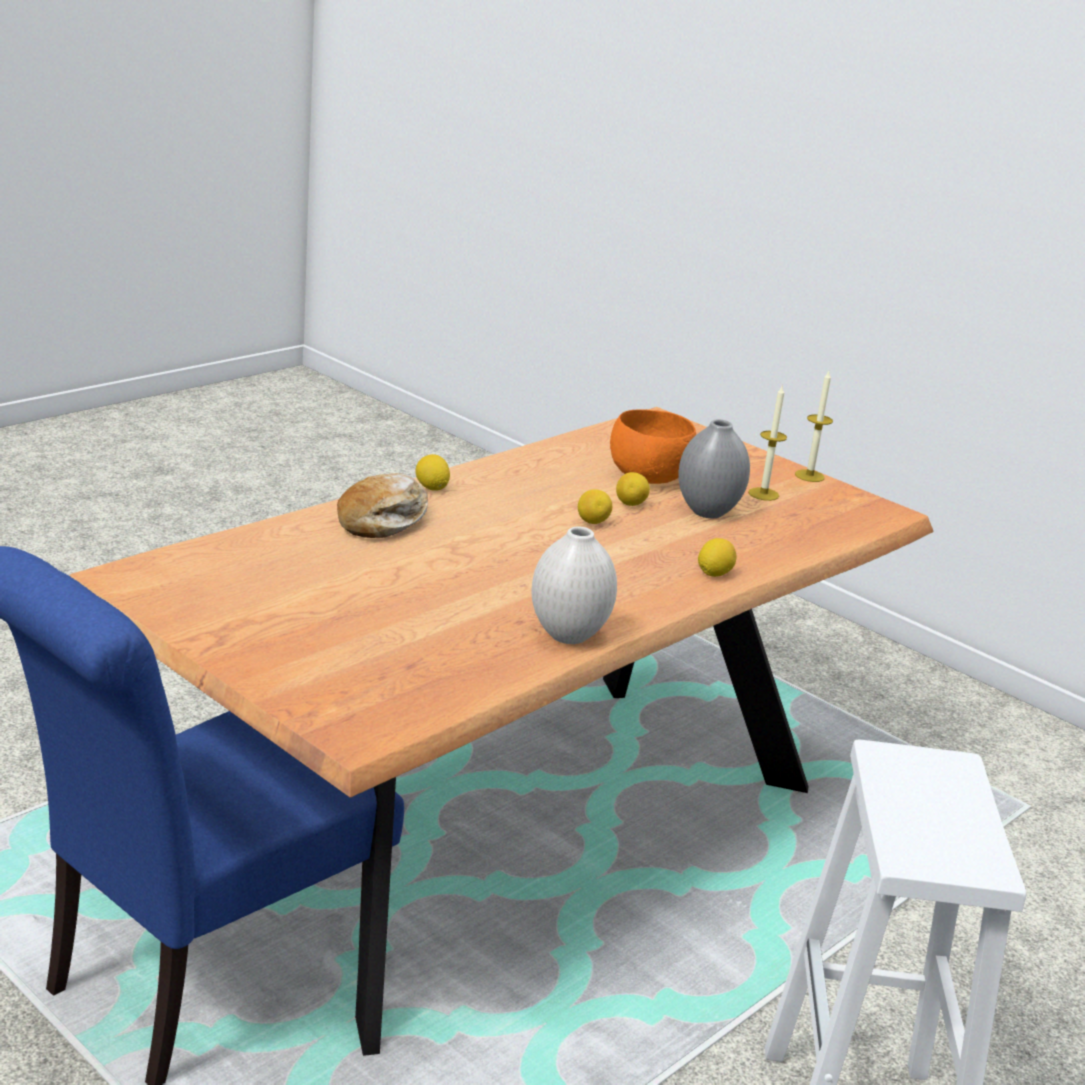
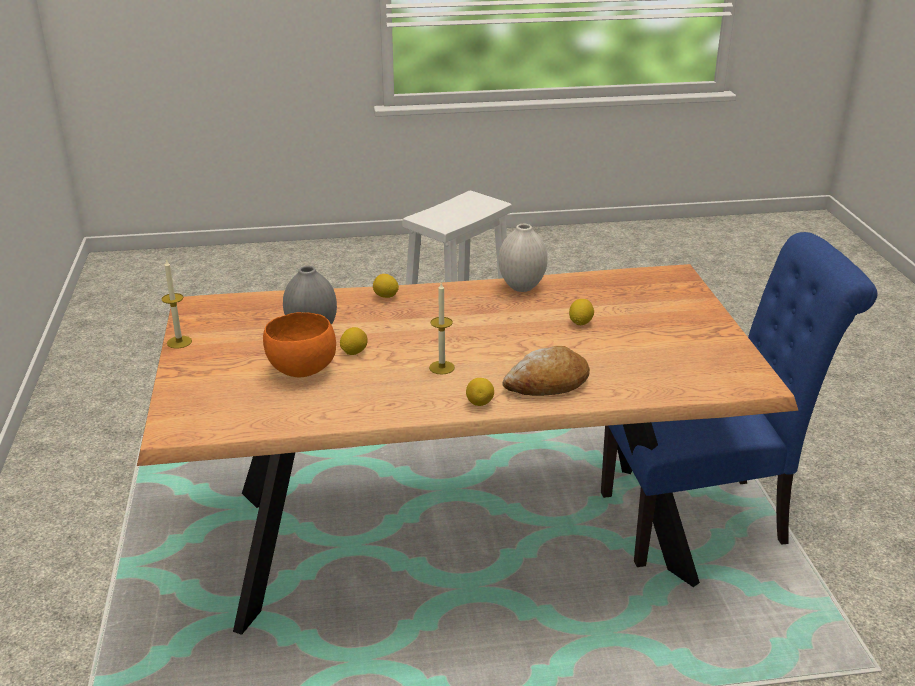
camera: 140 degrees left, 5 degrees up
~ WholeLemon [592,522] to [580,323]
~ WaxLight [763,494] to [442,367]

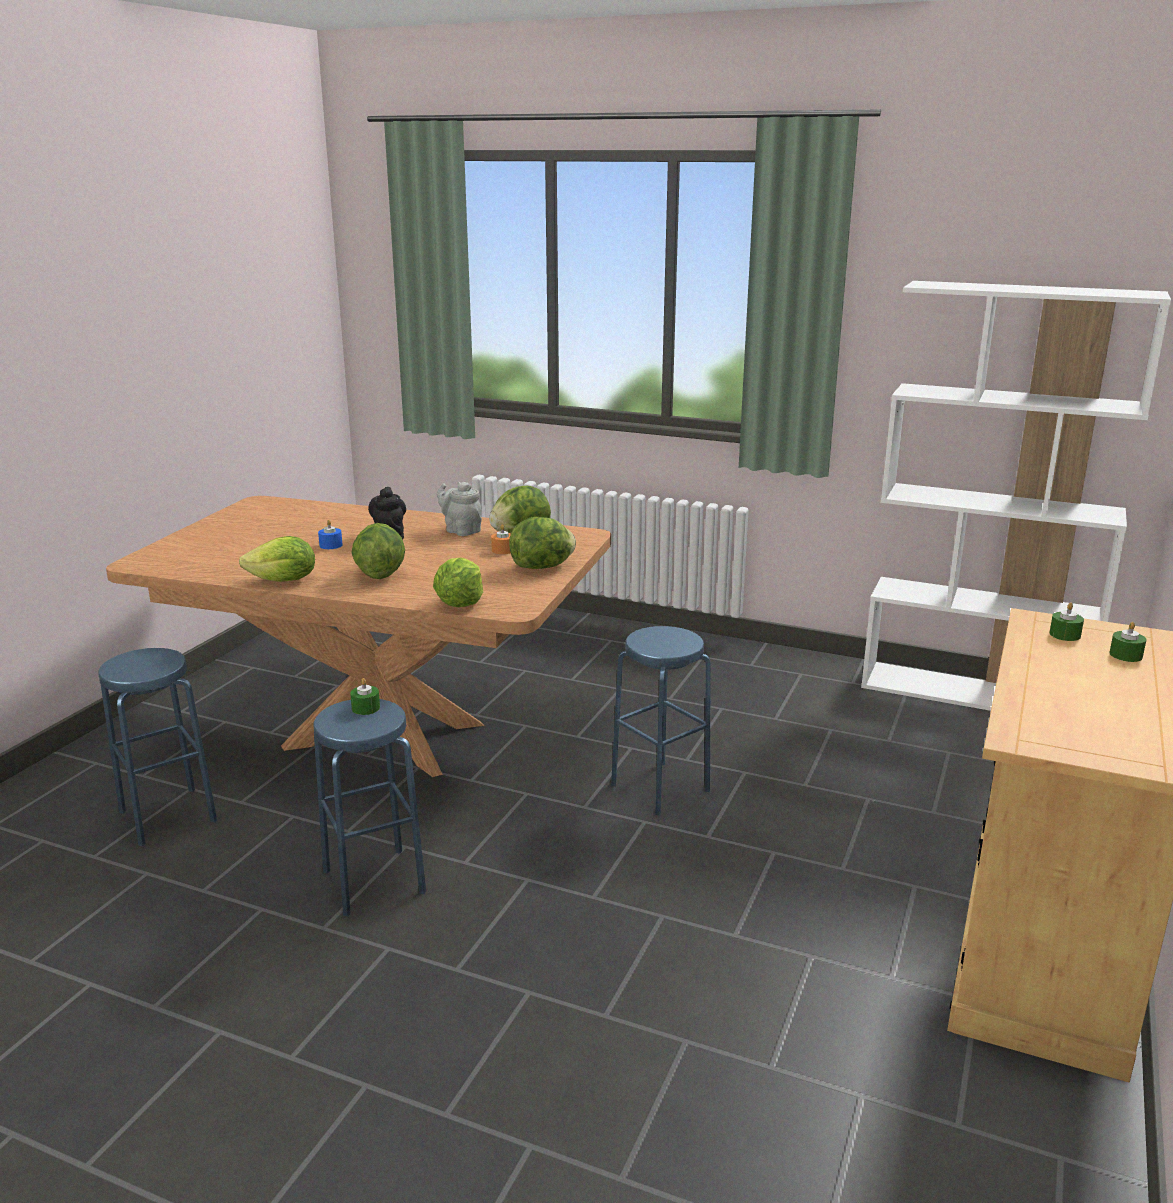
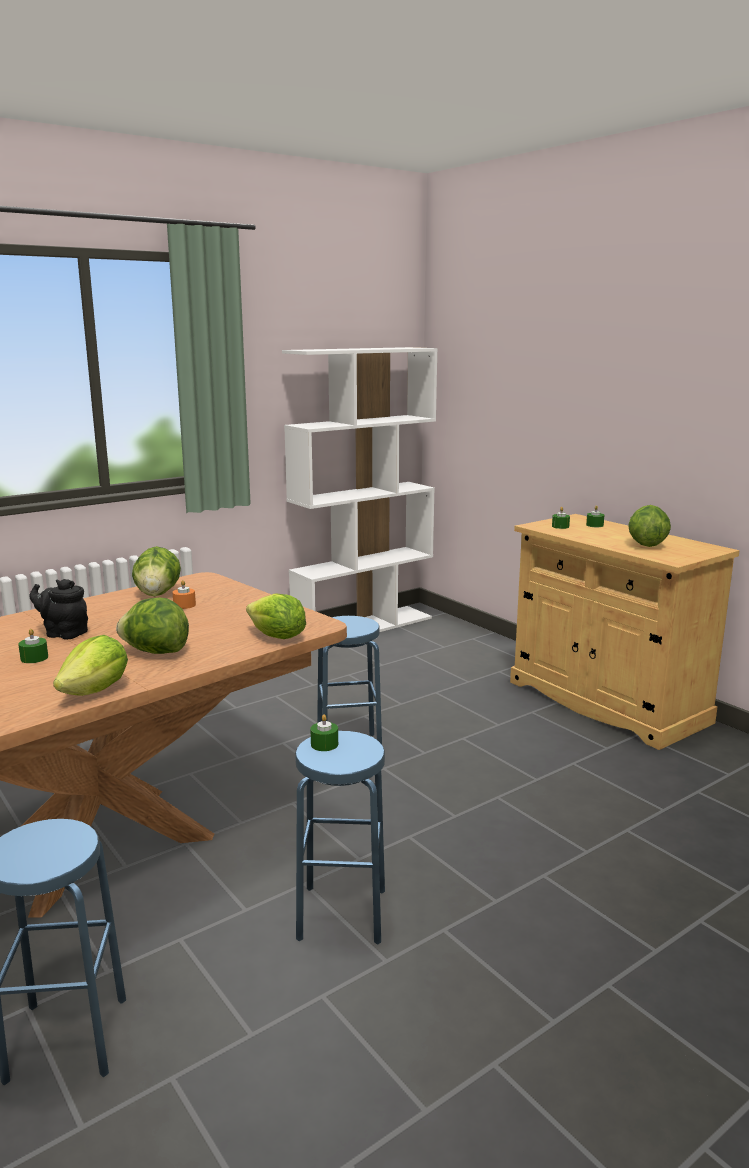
camera: 60 degrees left, 5 degrees down
~ BluishWaxLight [331,545] to GreenWaxLight [34,658]
- GreyTeapot [461,530]
~ LettuceHead [543,567] to [646,545]

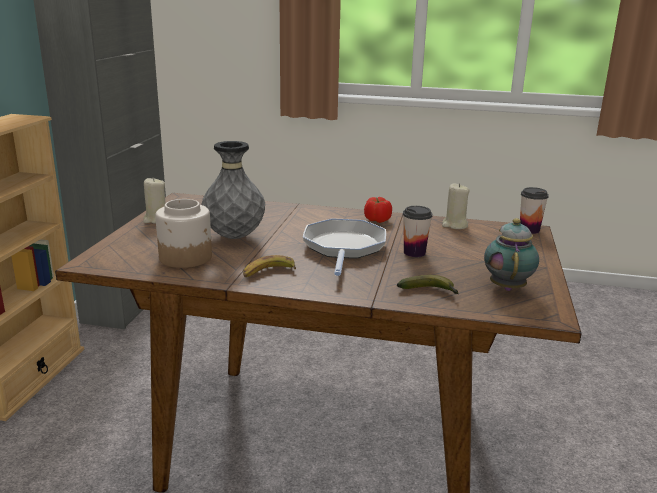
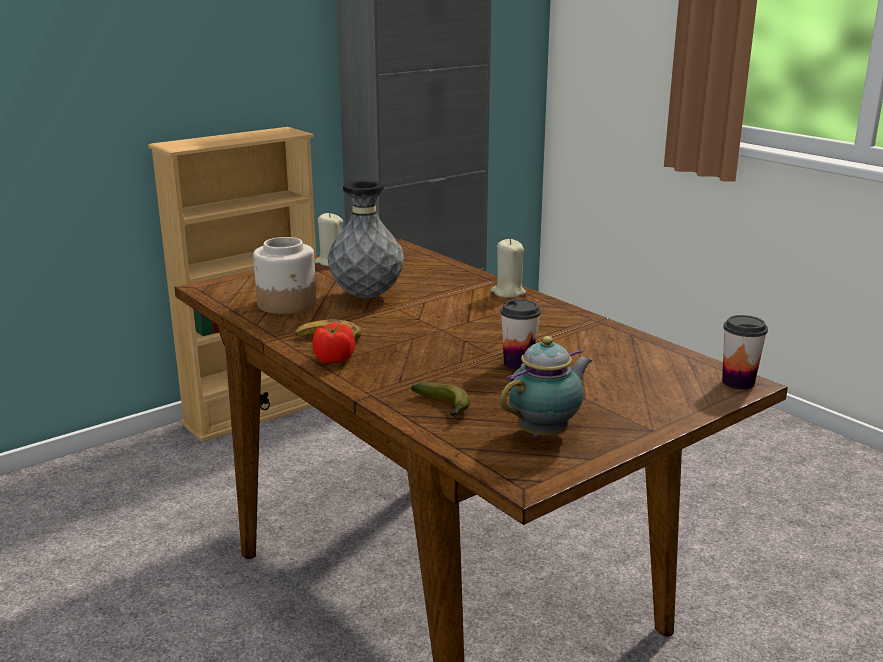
camera: 40 degrees right, 0 degrees up
- FryingPan [344,248]
~ FreshTomato [377,220] to [334,359]
~ BeigeWaxLight [454,225] to [508,292]

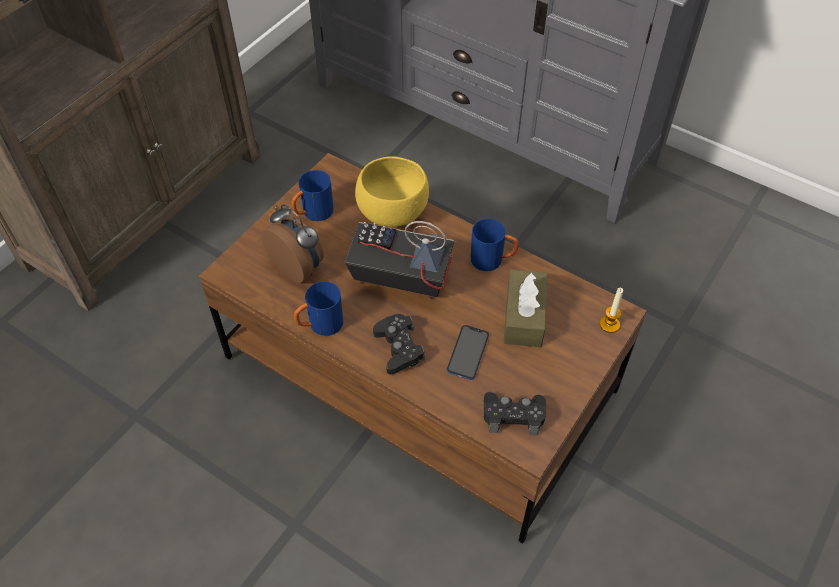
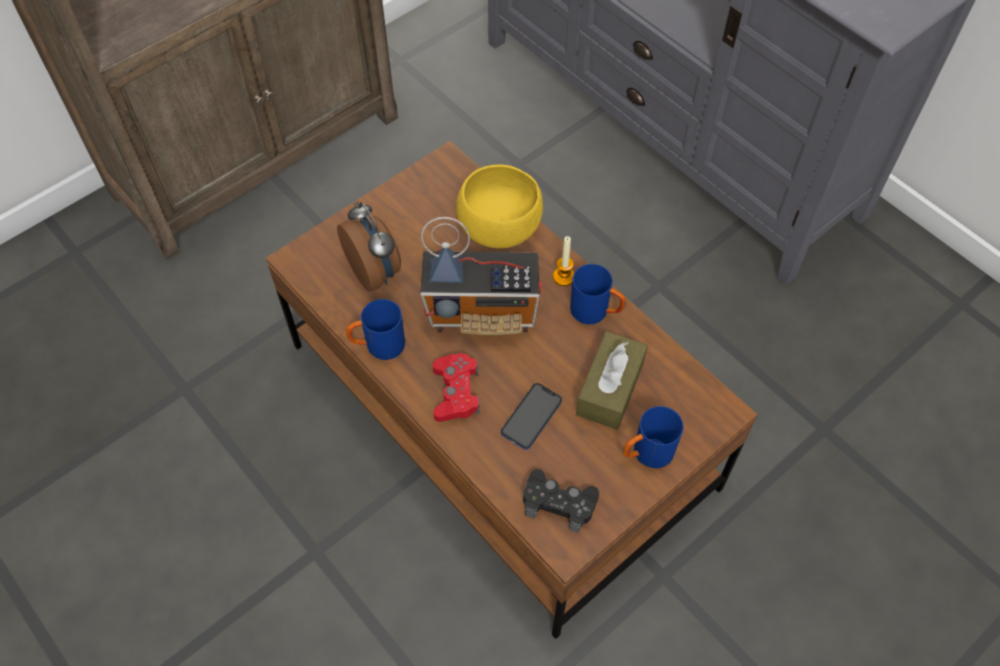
camera: 15 degrees right, 5 degrees up
~ BluishTeaMug [313,214] to [646,454]
~ RadioSet [400,279] = [483,311] 150 degrees clockwise
~ BlackishJoypad [398,348] to ReddishJoypad [456,392]
~ WaxLight [609,324] to [564,277]

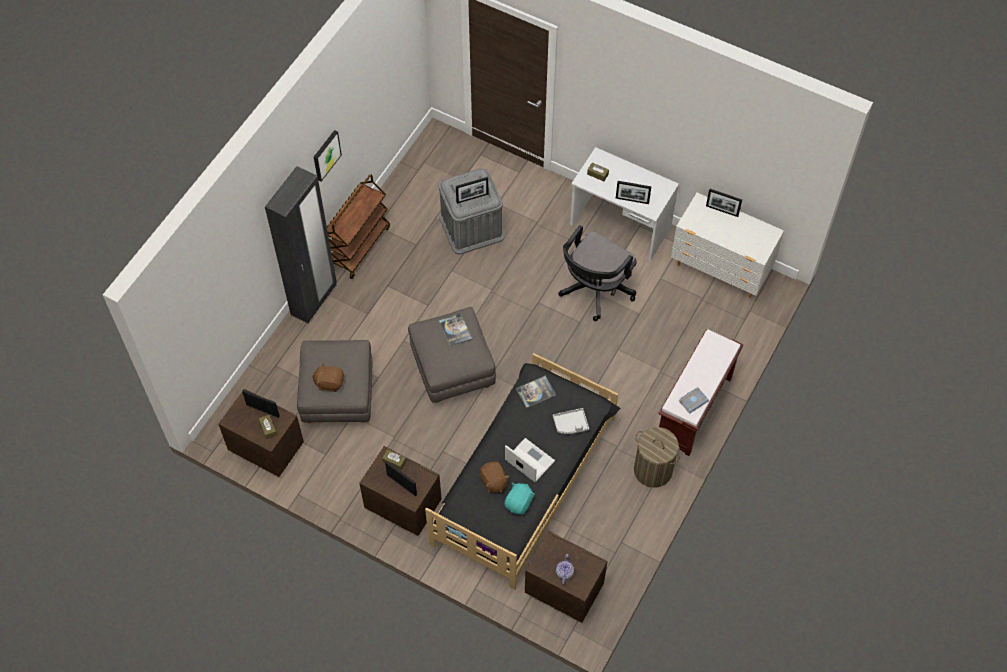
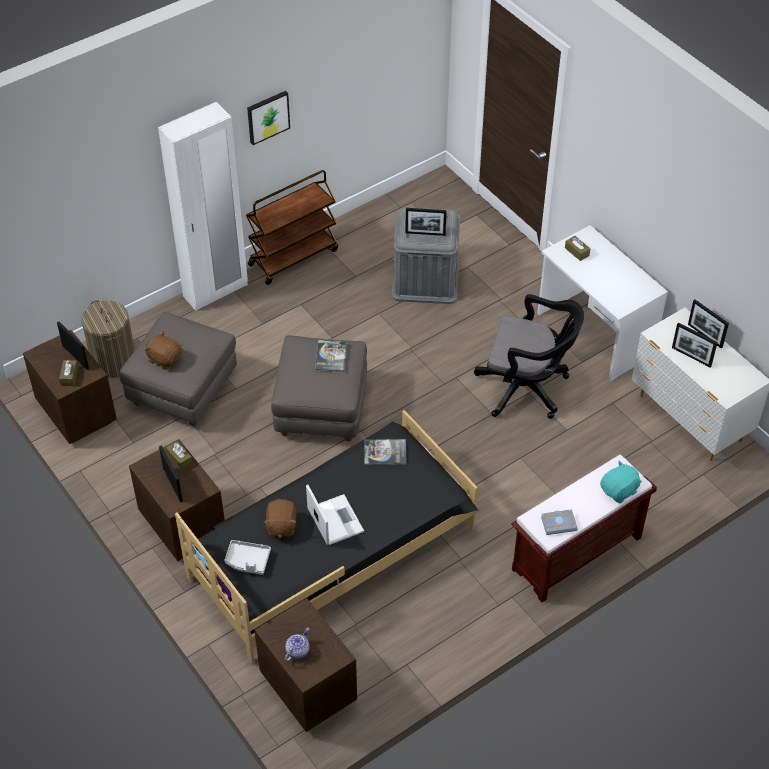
camera: 25 degrees right, 10 degrees down
~ BlackishClothesCupboard [314,300] to WhiteClothesCupboard [216,291]
~ TurquoiseColouredPlushToy [519,503] to [619,491]
~ GreyCarryingTray [571,424] to [247,561]
~ BlackishOfficeChair [594,291] = [527,388] 135 degrees counterclockwise
~ StandingFrame [632,200] to [691,357]
~ LaundryBasket [653,470] to [113,361]

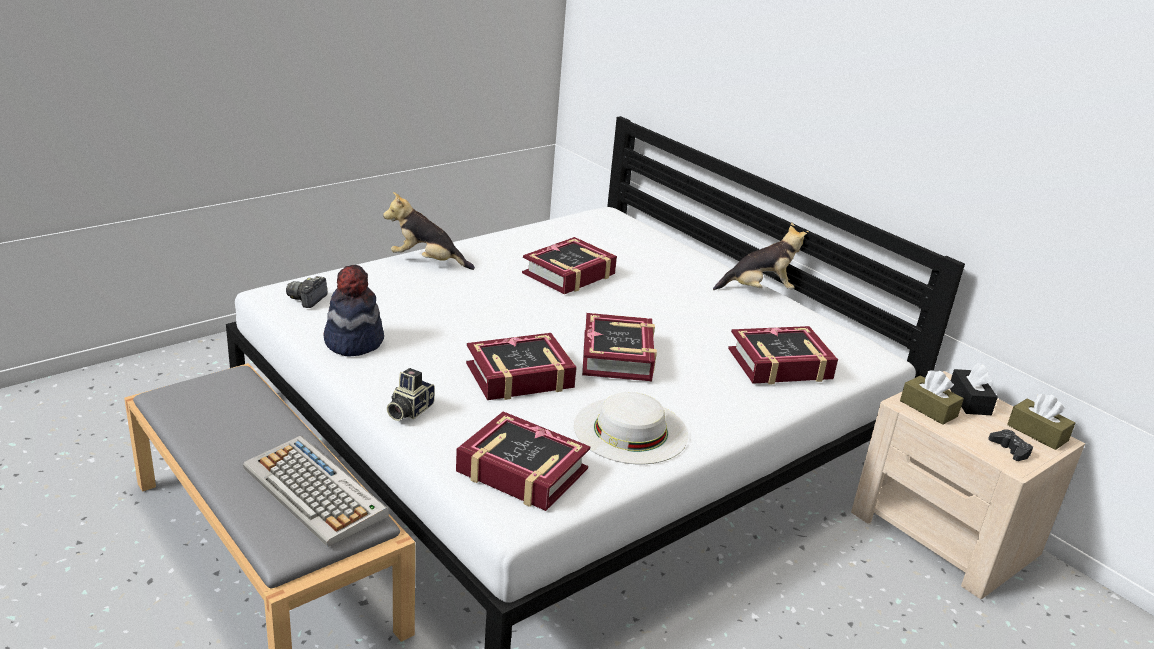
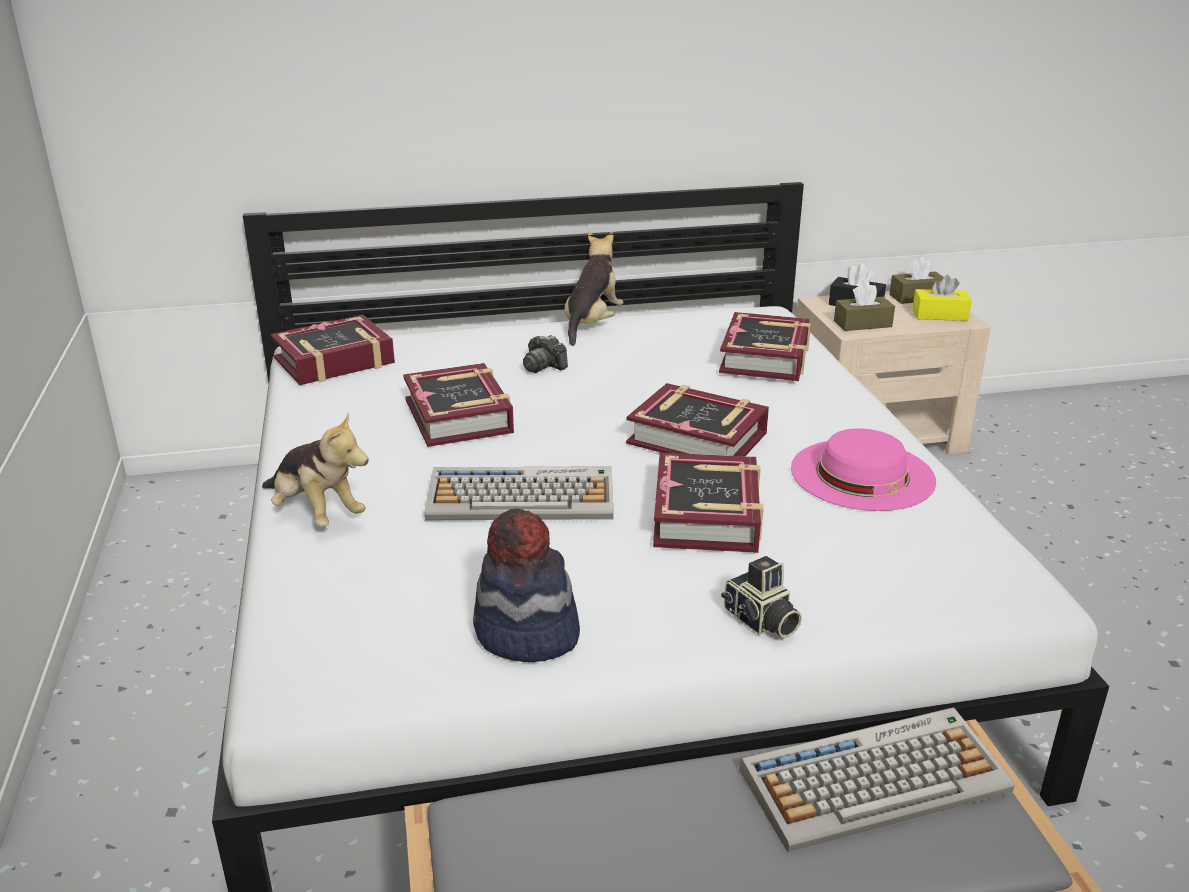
camera: 60 degrees left, 0 degrees up
~ PhotoCamera [308,299] to [543,366]
~ PlushToy [427,262] = [316,513] 90 degrees counterclockwise
~ Volume [521,471] to [334,361]
~ WhiteHat [630,430] to PinkColouredHat [862,474]
~ BlackishJoypad [1010,449] to YellowTissueBox [940,315]
+ ComputerKeyboard [523,497]

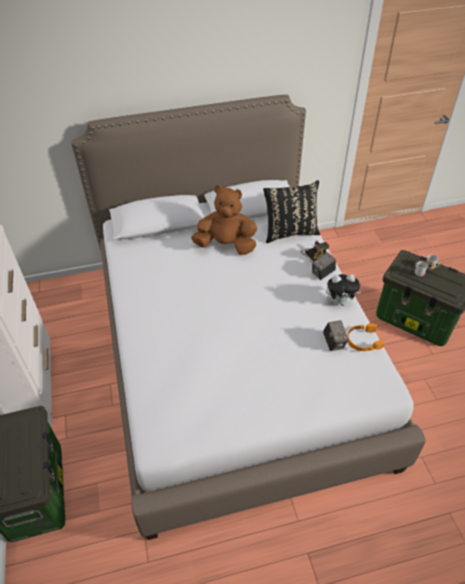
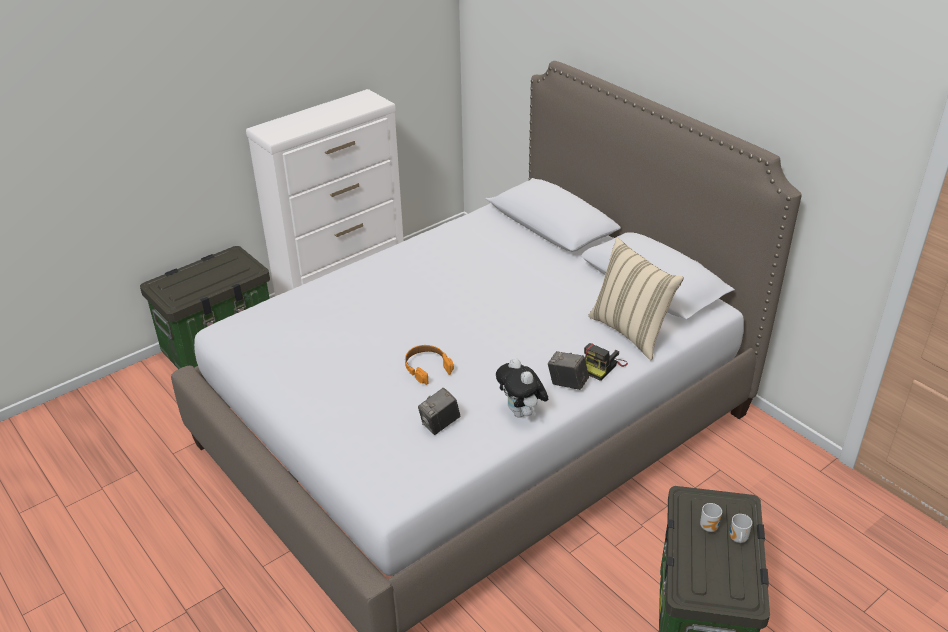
camera: 65 degrees right, 10 degrees down
- BrownishPlushToy [226,245]
~ BlackishCushion [290,232] to BeigeCushion [631,331]
~ OrangeHeadset [363,341] to [427,368]

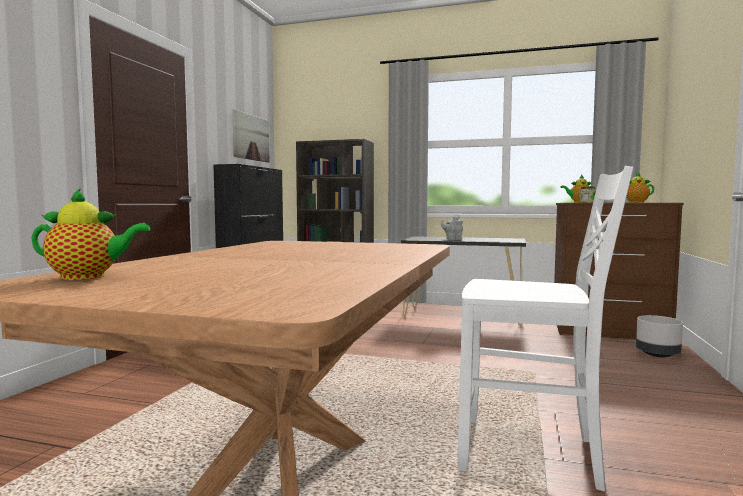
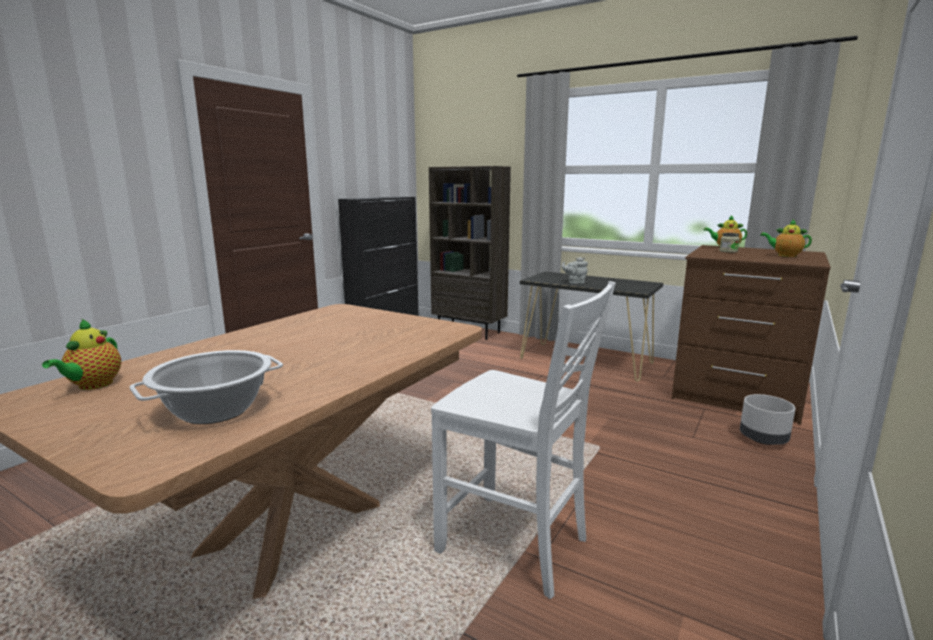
camera: 15 degrees right, 10 degrees up
~ Teapot [88,277] = [93,385] 90 degrees clockwise
- WallPicture [251,137]
+ CookingPot [216,410]

